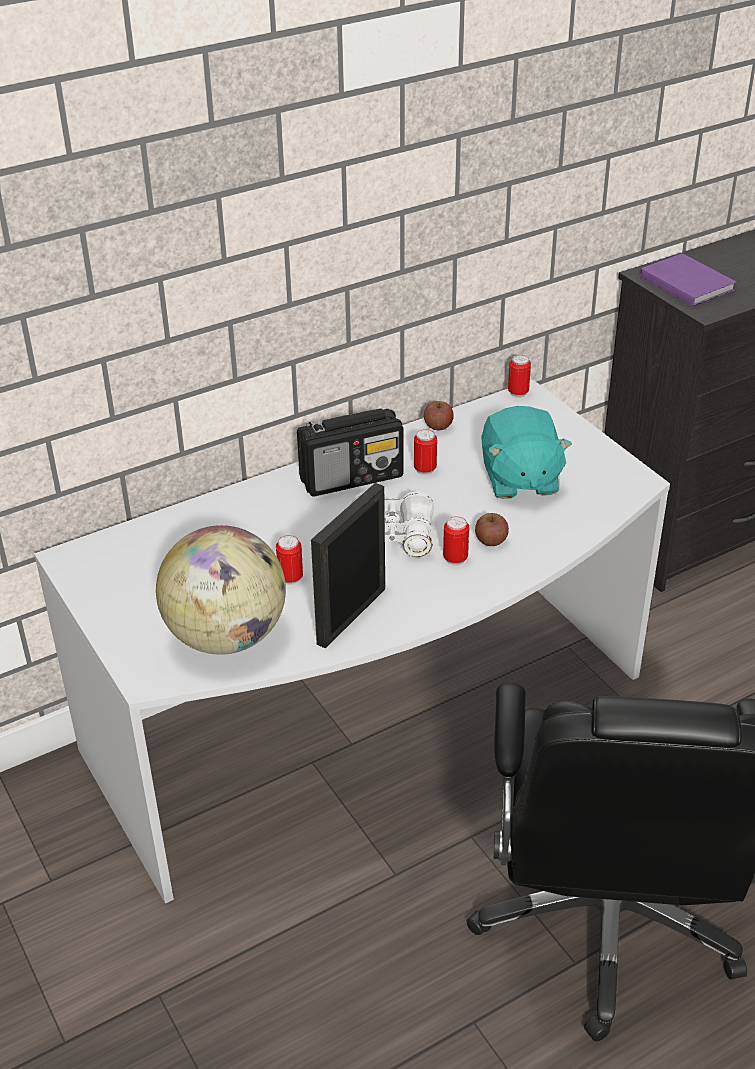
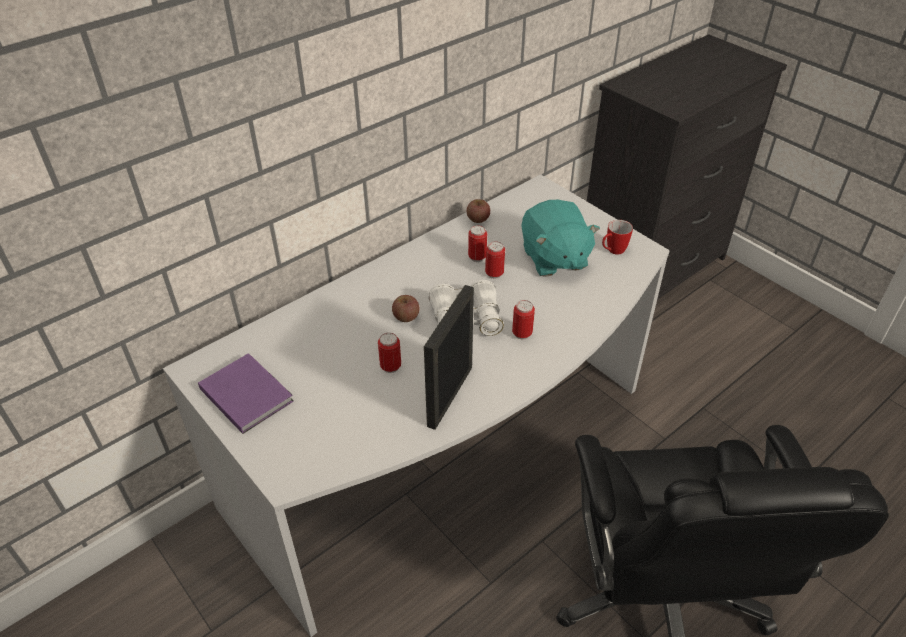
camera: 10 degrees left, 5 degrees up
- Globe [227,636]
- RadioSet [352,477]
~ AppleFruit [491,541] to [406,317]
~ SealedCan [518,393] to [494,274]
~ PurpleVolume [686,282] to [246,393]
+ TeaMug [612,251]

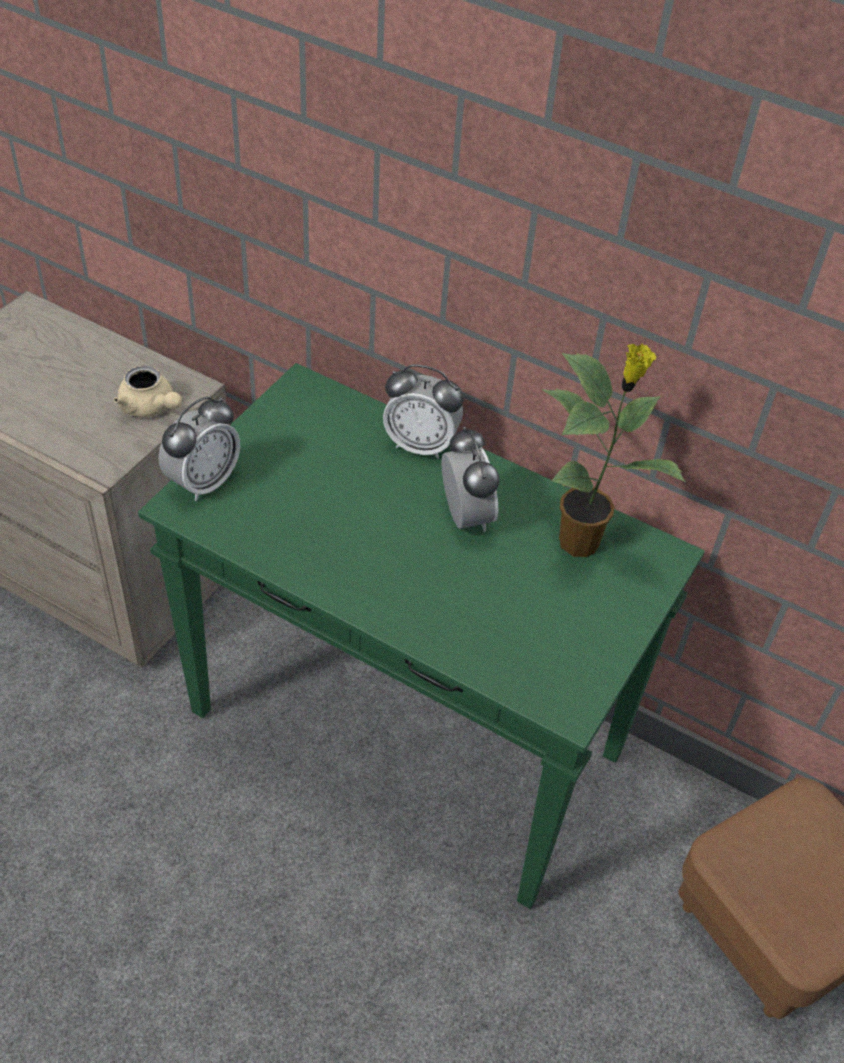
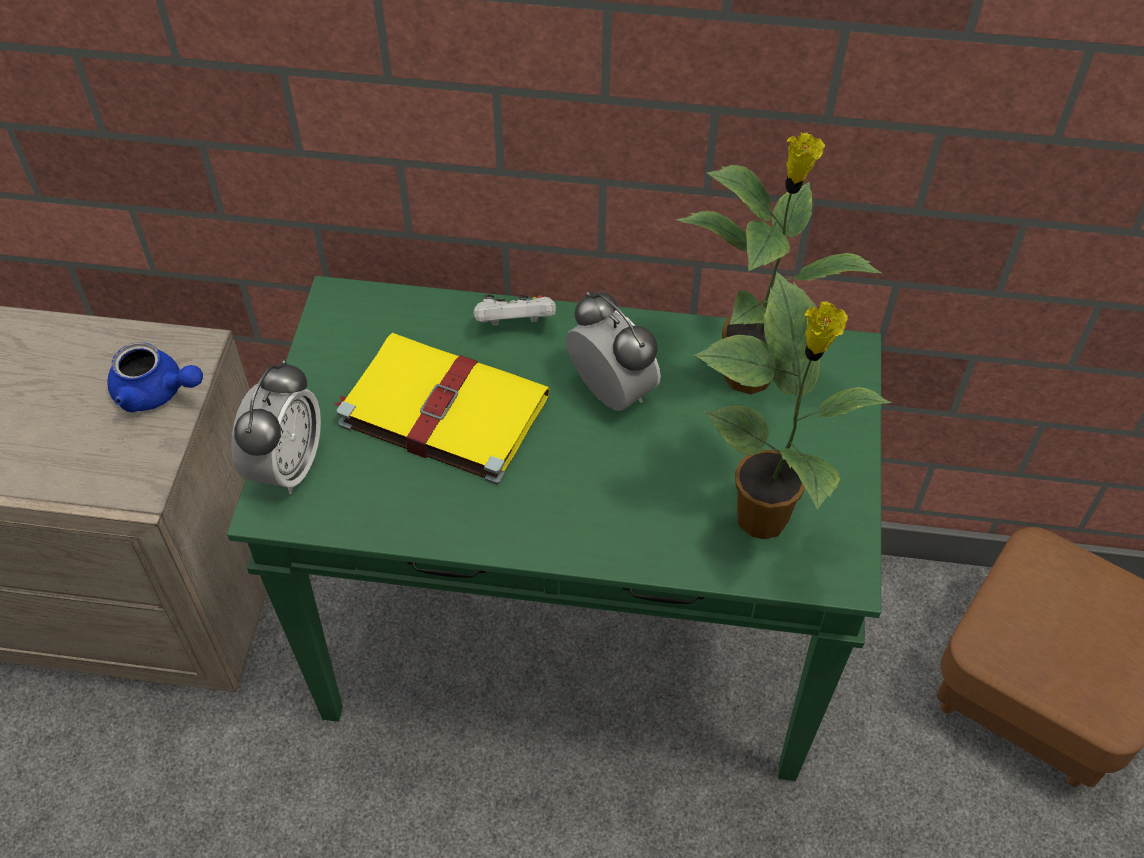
camera: 20 degrees left, 5 degrees up
~ BeigeTeapot [150,408] to BluishTeapot [156,393]
~ TableClock [420,445] to WhiteJoypad [515,324]
+ YellowVolume [440,410]
+ PottedPlant [765,519]

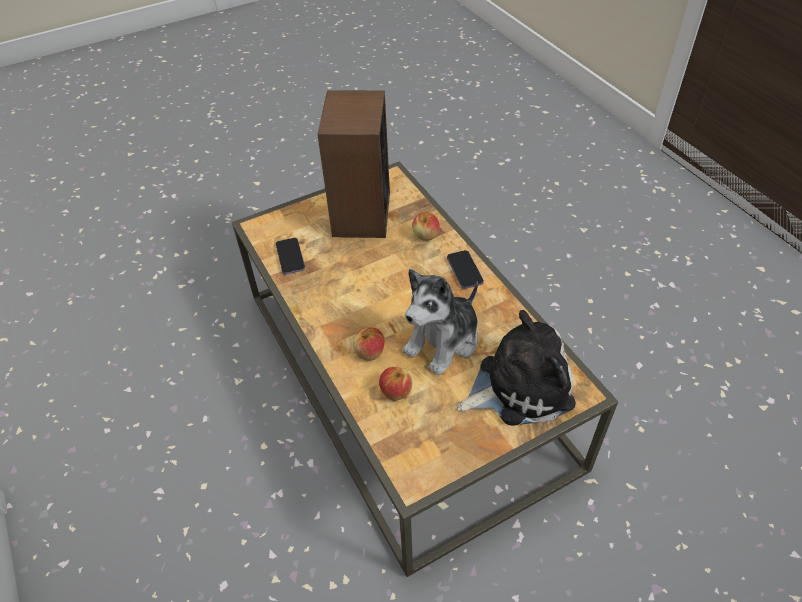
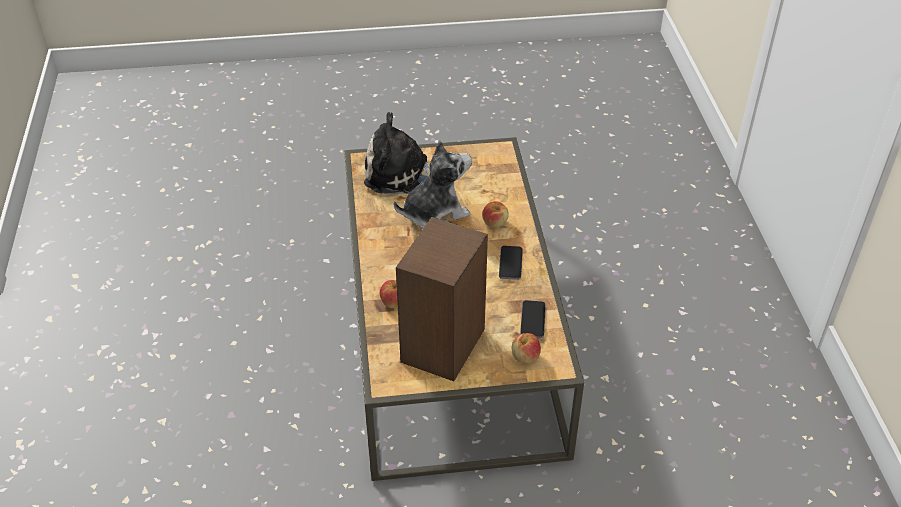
camera: 160 degrees left, 5 degrees down
~ AppleFruit [396,391] to [525,357]
~ Telephone [464,270] to [510,264]

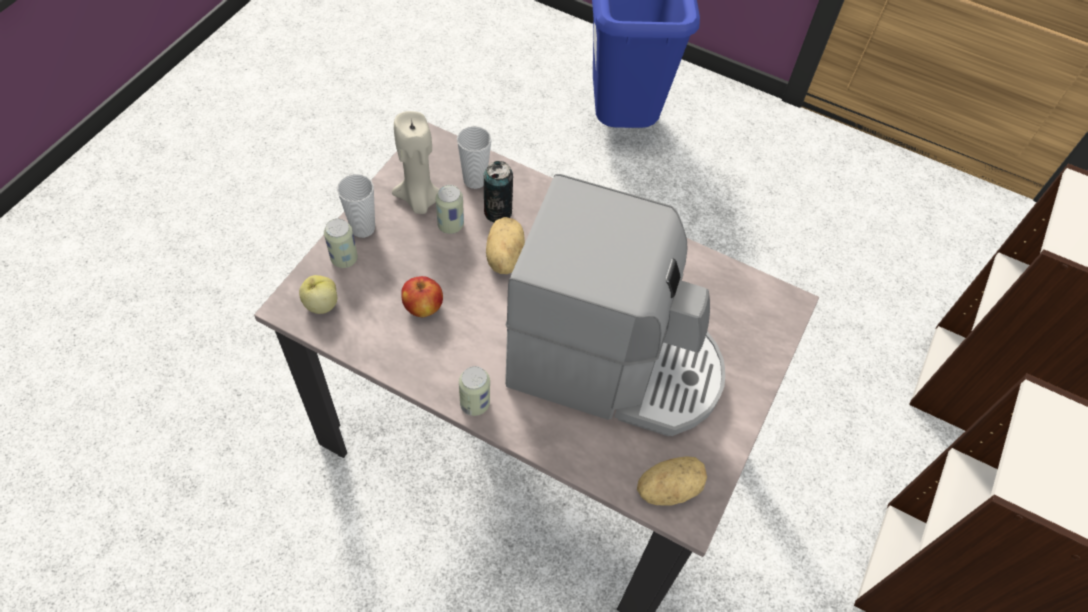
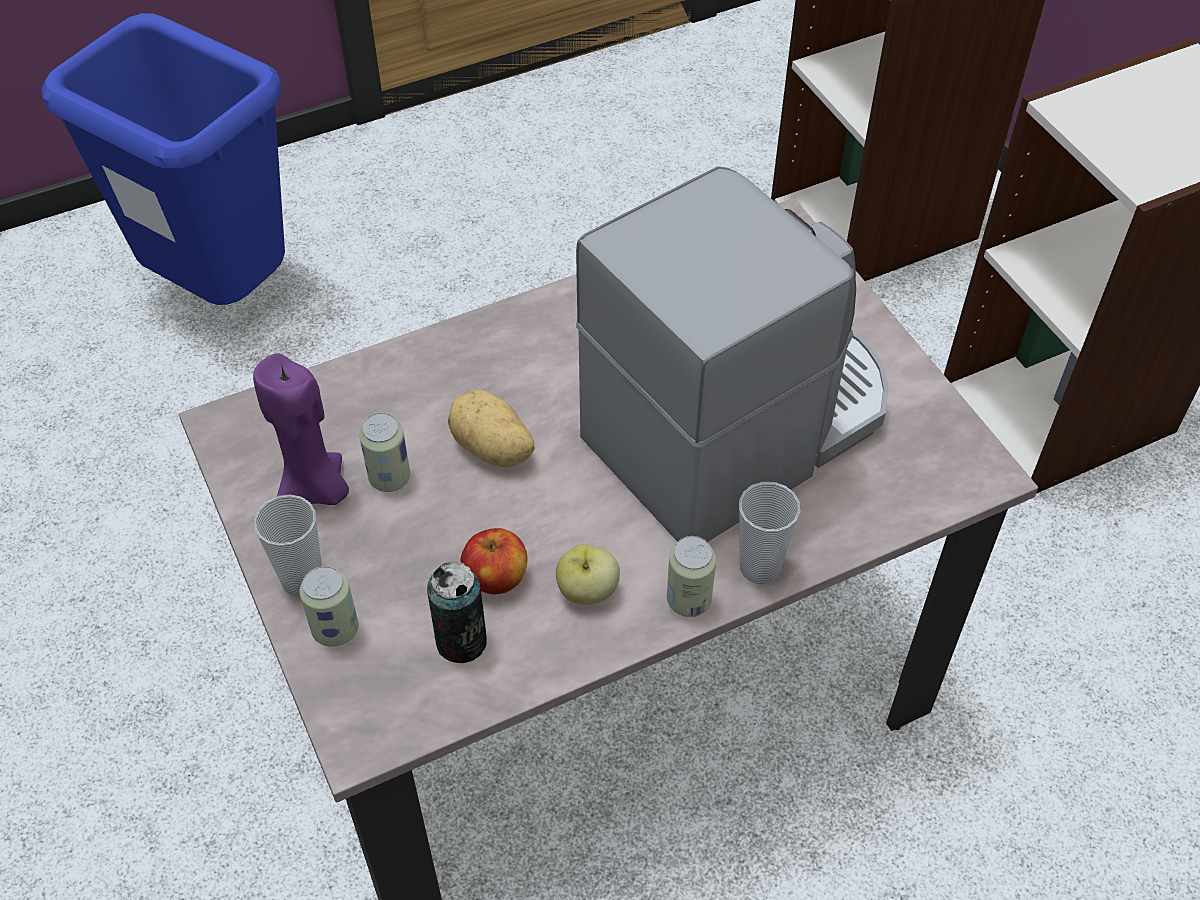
camera: 50 degrees left, 5 degrees down
~ AppleFruit [321,304] to [587,591]
~ BeigeWaxLight [419,200] to PurpleWaxLight [315,490]
~ SmallCup [474,180] to [759,567]
~ SealedCan [498,212] to [461,641]
- Potato [667,487]

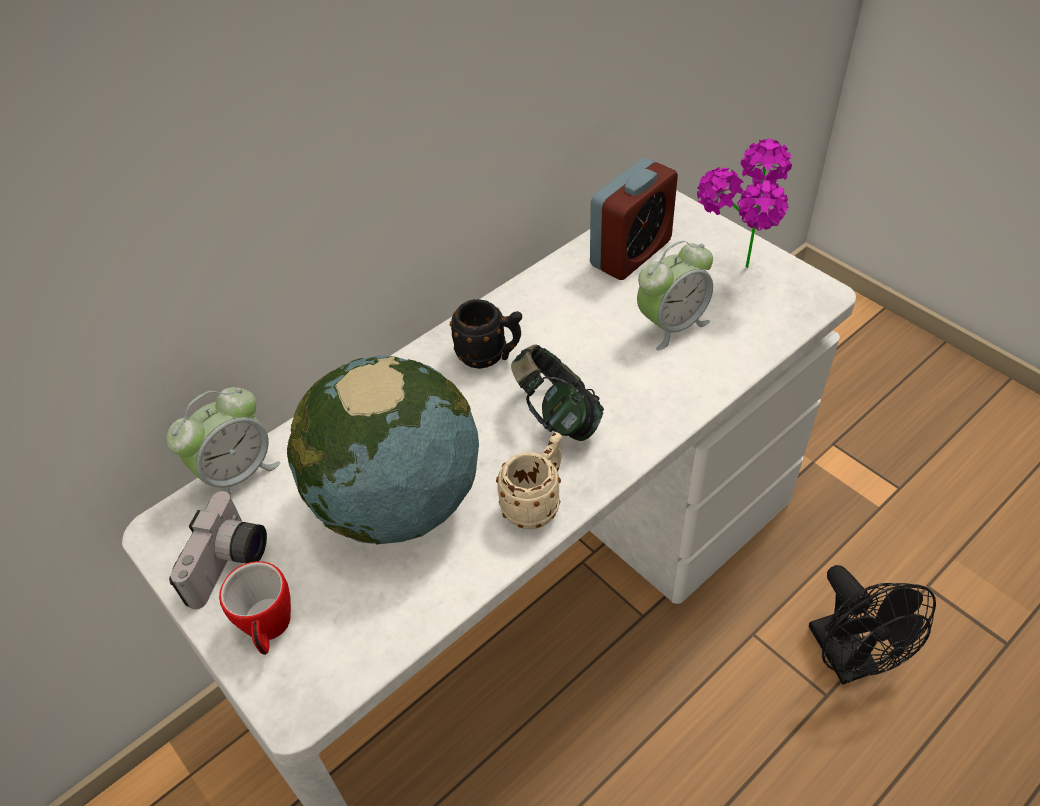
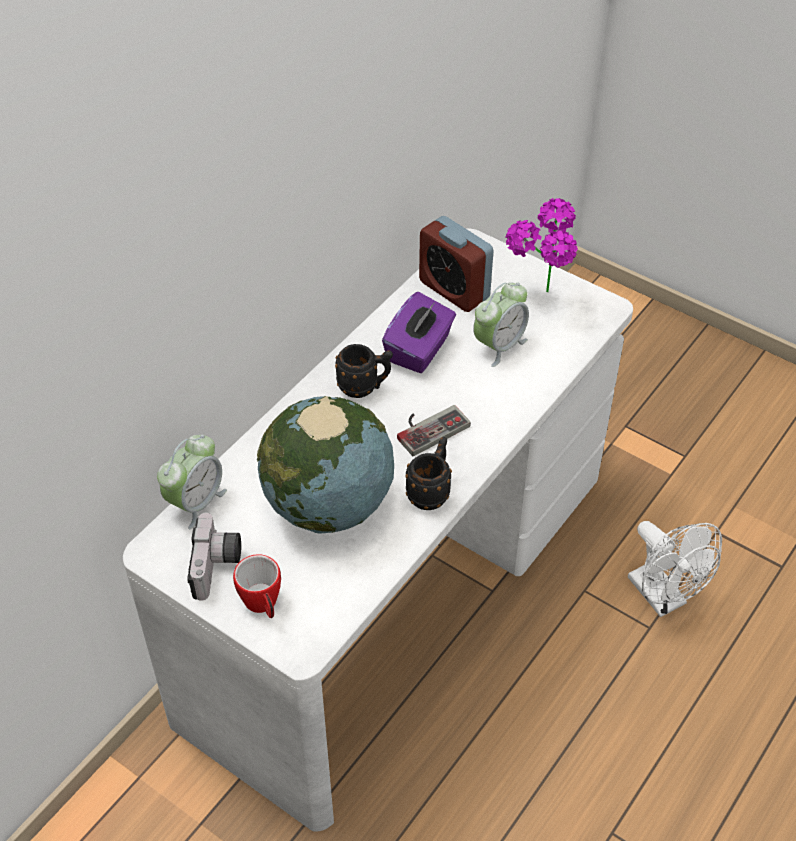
camera: 15 degrees left, 0 degrees up
~ BeigeTeaMug [536,503] to BlackishTeaMug [431,491]
~ Headset [556,416] to Joypad [428,427]
~ TableClock [631,253] = [454,290] 105 degrees clockwise
~ BlackishFan [849,660] to WhiteFan [663,598]
+ PurpleTissueBox [419,350]

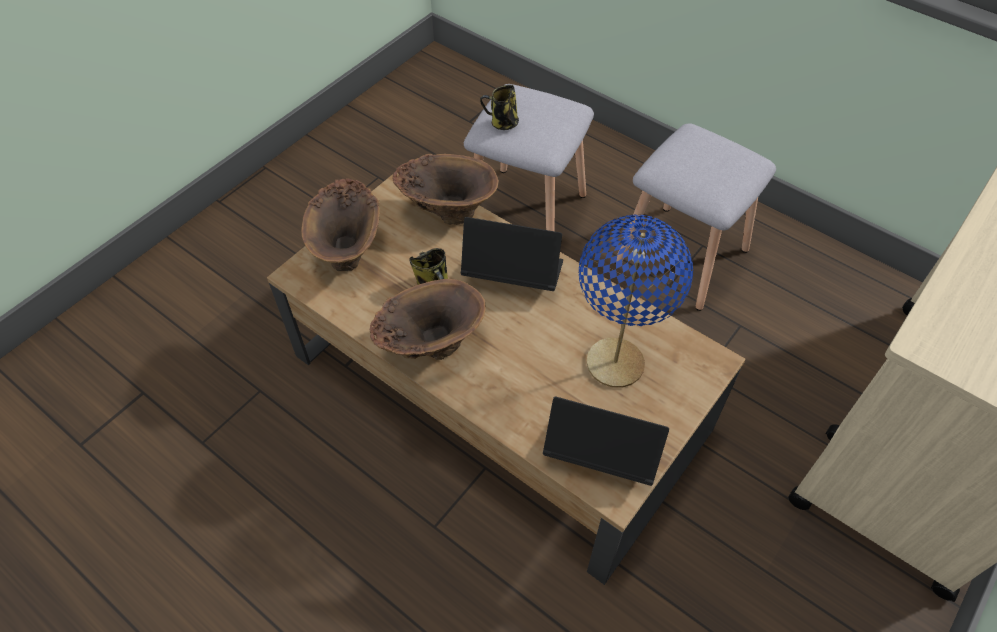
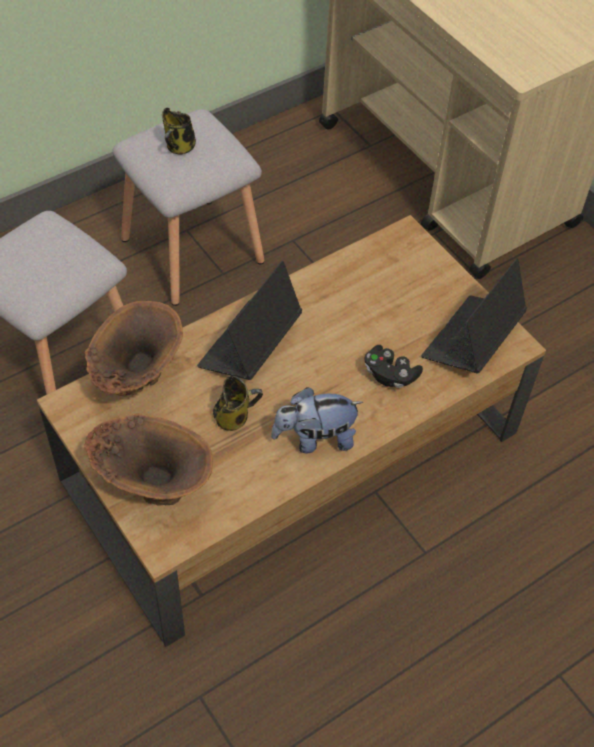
camera: 75 degrees left, 0 degrees up
~ BrownishFlowerVase [430,346] to PlushToy [315,438]
~ TeaMug [502,123] to [179,147]
- BluishLampForATable [614,363]
+ BlackishJoypad [390,375]

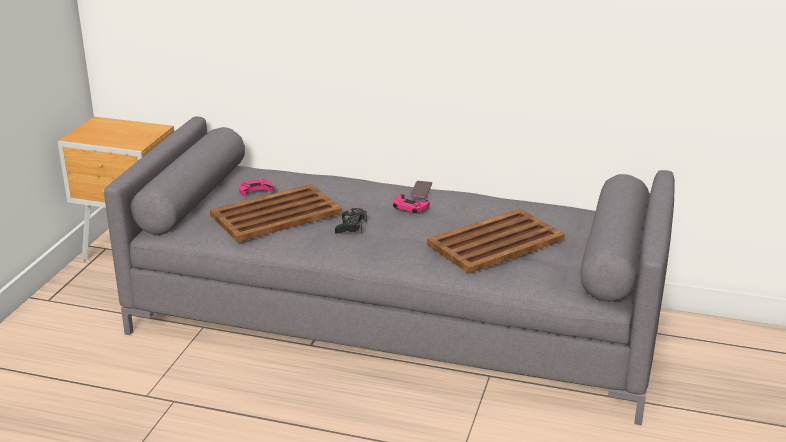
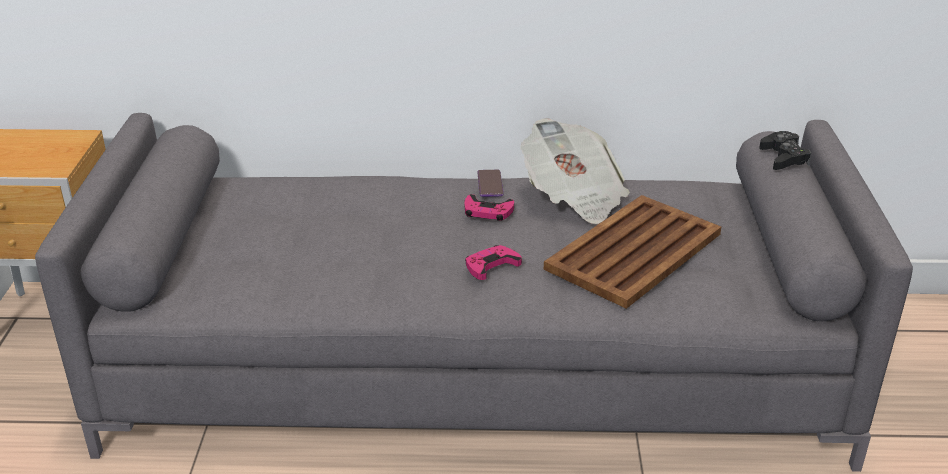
camera: 15 degrees left, 5 degrees up
- BrownishCarryingTray [275,214]
~ PinkColouredJoypad [255,190] to [491,266]
~ BlackishJoypad [351,226] to [783,158]
+ PrintedPaper [574,196]

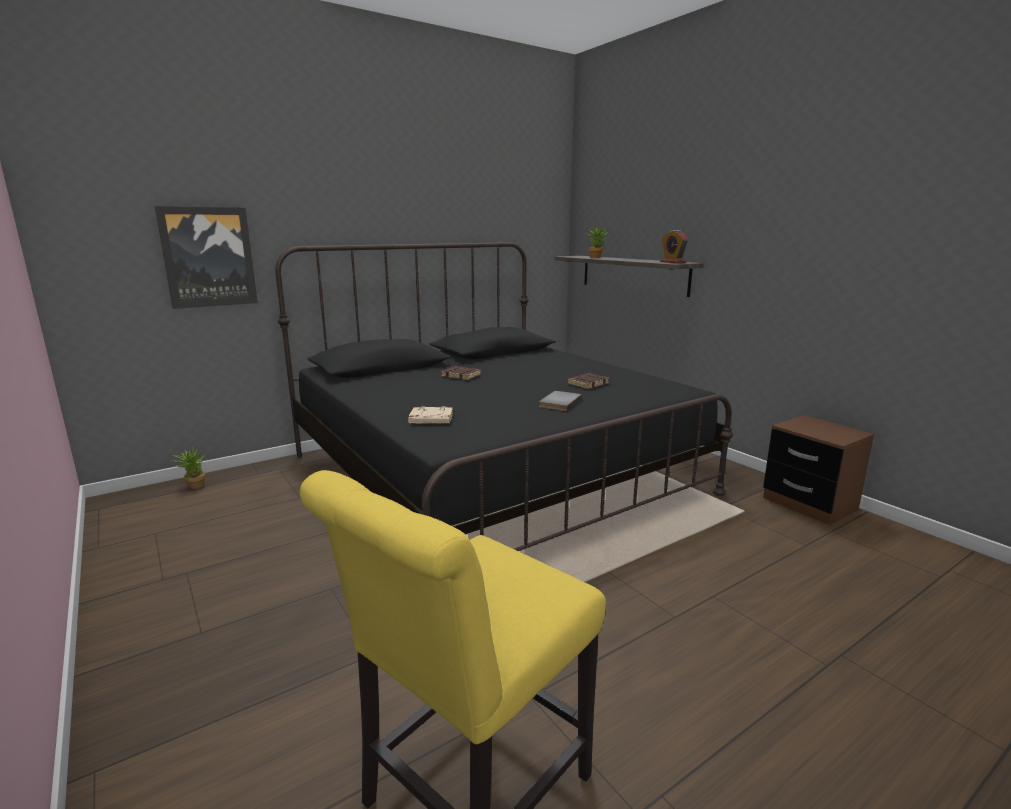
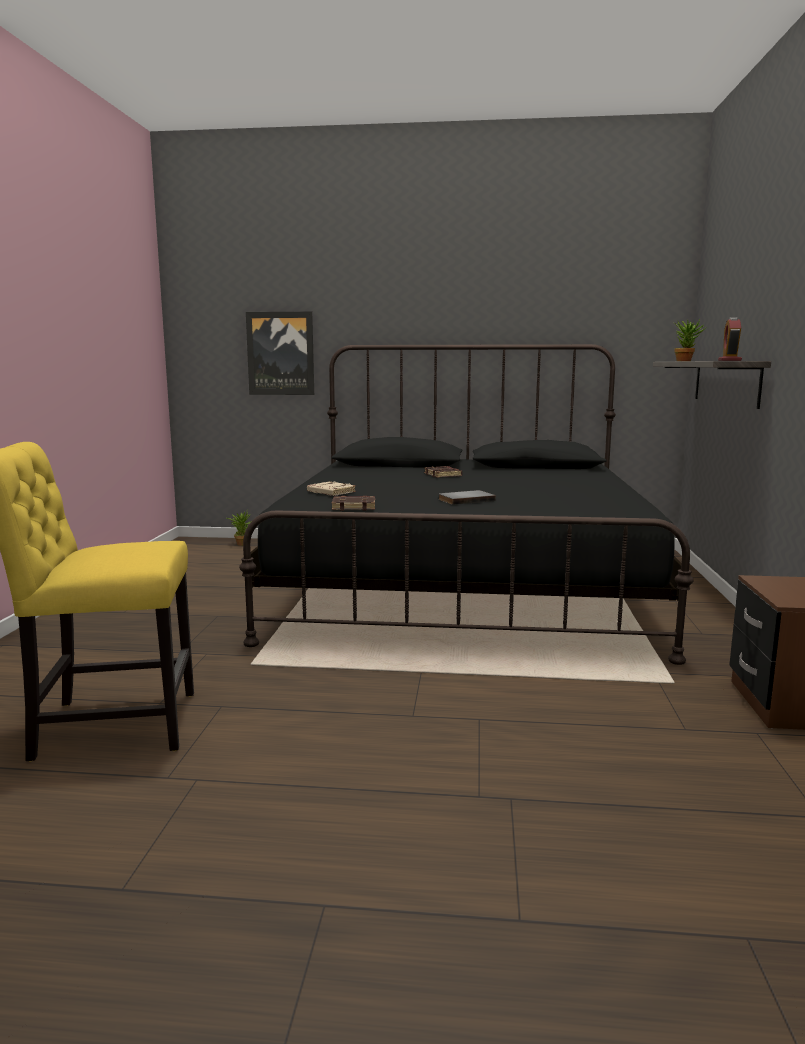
camera: 40 degrees right, 5 degrees down
~ BrownishVolume [587,384] to [354,507]

